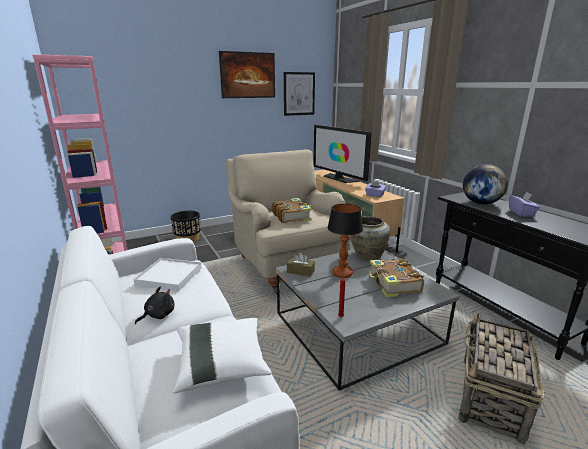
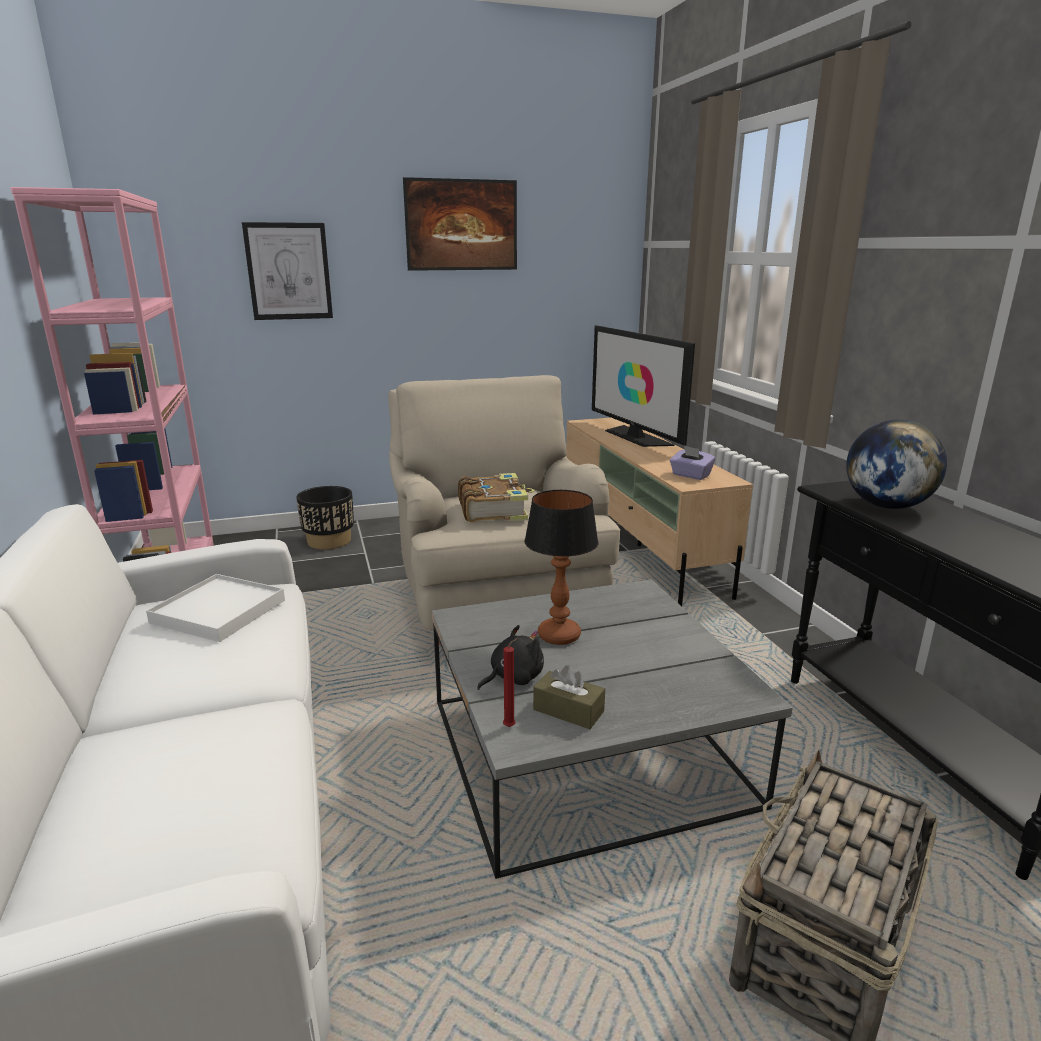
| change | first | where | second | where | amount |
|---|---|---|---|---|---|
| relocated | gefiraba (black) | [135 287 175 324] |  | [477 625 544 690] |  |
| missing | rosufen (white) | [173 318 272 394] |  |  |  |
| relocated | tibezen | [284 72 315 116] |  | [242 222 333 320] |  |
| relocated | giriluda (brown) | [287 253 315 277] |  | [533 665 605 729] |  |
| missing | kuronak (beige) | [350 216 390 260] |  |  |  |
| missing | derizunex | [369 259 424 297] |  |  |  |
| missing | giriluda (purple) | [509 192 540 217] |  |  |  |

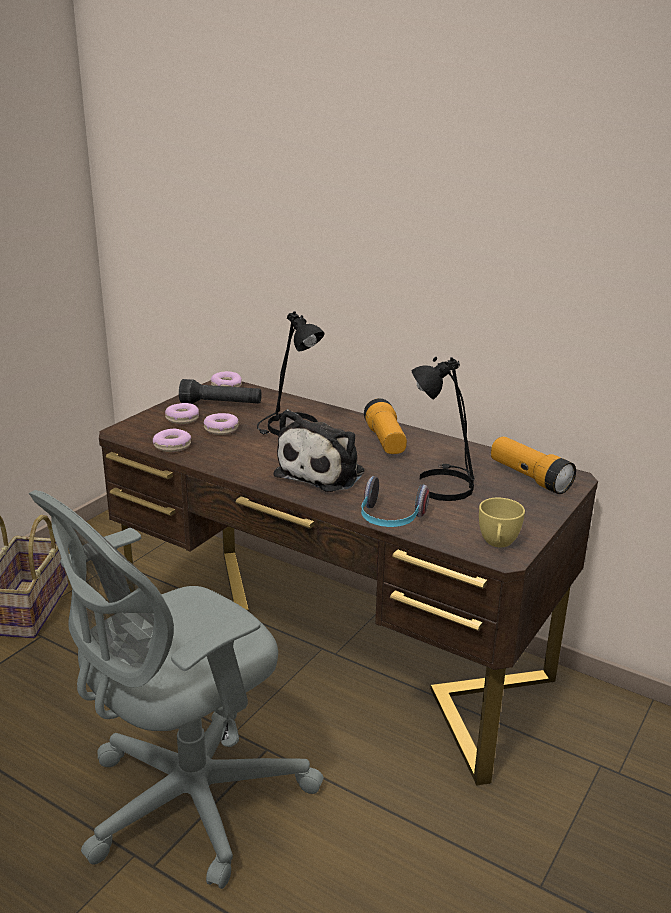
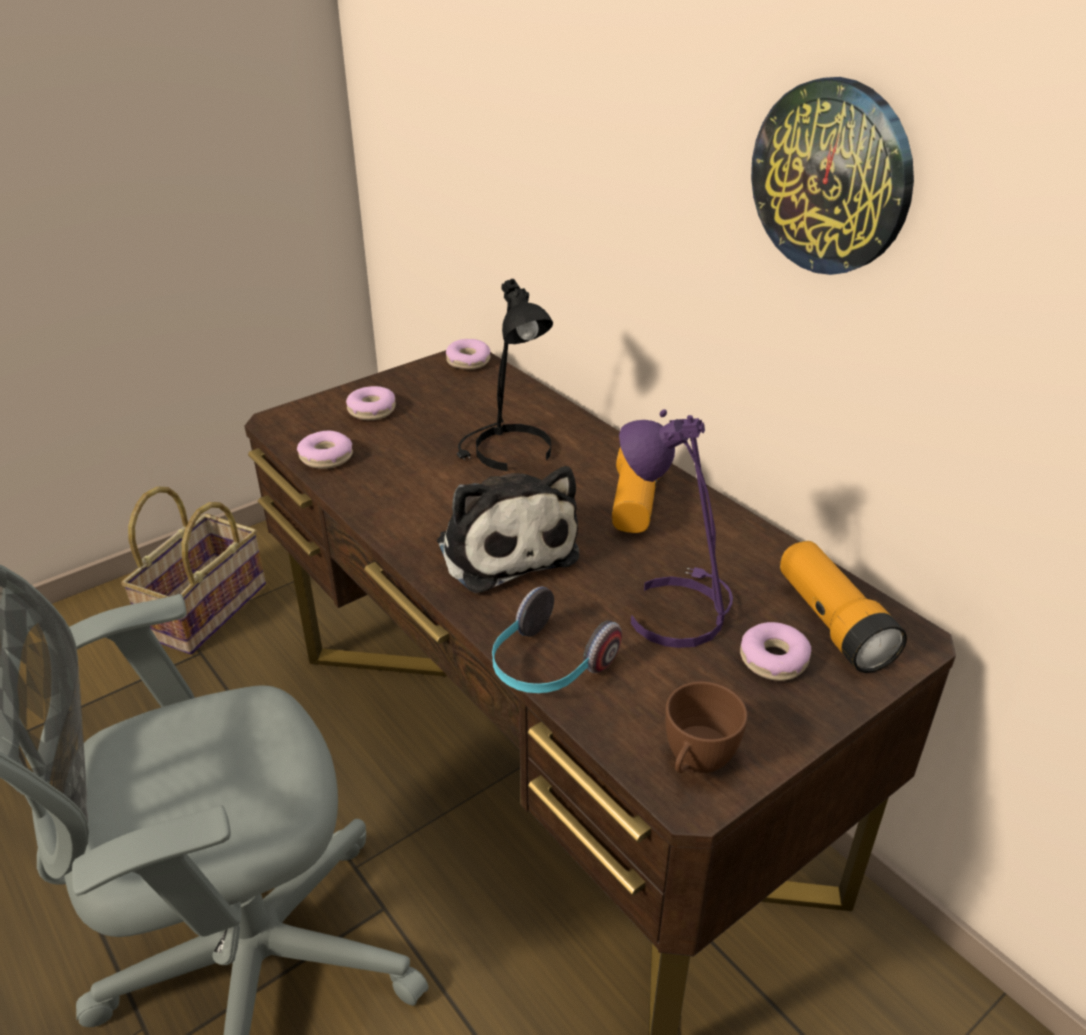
| change | first | where | second | where | amount |
|---|---|---|---|---|---|
| missing | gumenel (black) | [179 379 262 404] |  |  |  |
| relocated | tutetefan | [204 413 238 435] |  | [740 622 811 681] |  |
| spun | gefiraba | [274 409 364 492] |  | [437 466 579 593] | 75 degrees counterclockwise |
| colour | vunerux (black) | [411 357 475 501] | vunerux (purple) | [619 409 733 648] |  |
| colour | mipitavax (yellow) | [479 498 525 547] | mipitavax (brown) | [665 682 748 773] |  |
| appeared |  |  | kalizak | [751 77 914 275] |  |

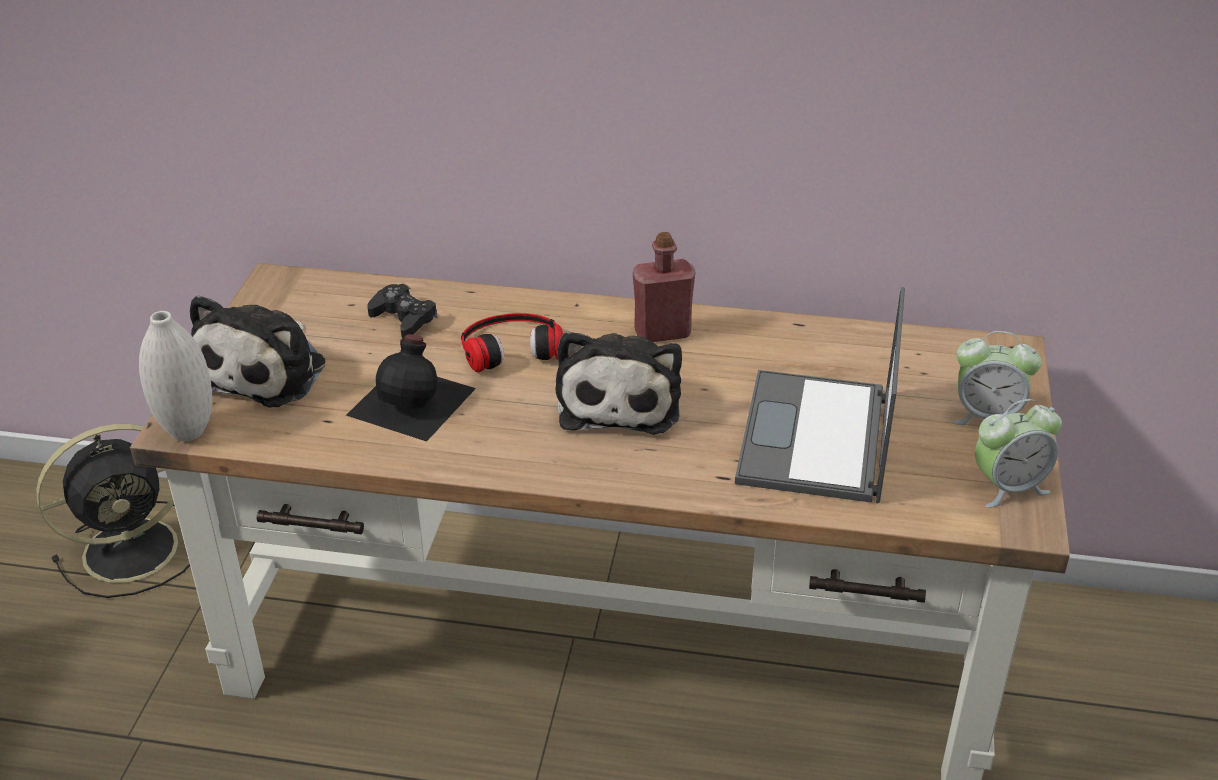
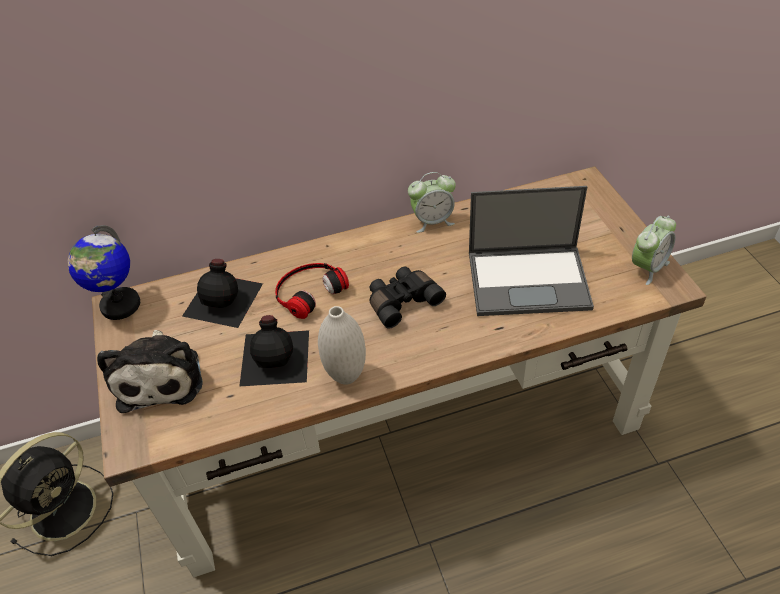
| change | first | where | second | where | amount |
|---|---|---|---|---|---|
| relocated | kuronak (white) | [139 311 212 441] |  | [318 306 366 385] |  |
| exchanged | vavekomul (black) | [367 284 438 339] | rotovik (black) | [182 259 263 328] |  |
| exchanged | gefiraba | [555 331 682 435] | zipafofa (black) | [369 267 446 328] |  |
| missing | rotovik (red) | [633 232 696 342] |  |  |  |
| spun | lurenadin | [735 287 905 504] |  | [469 186 594 316] | 75 degrees counterclockwise |
| relocated | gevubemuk | [952 331 1042 425] |  | [408 172 456 233] |  |
| appeared |  |  | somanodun | [68 225 140 320] |  |

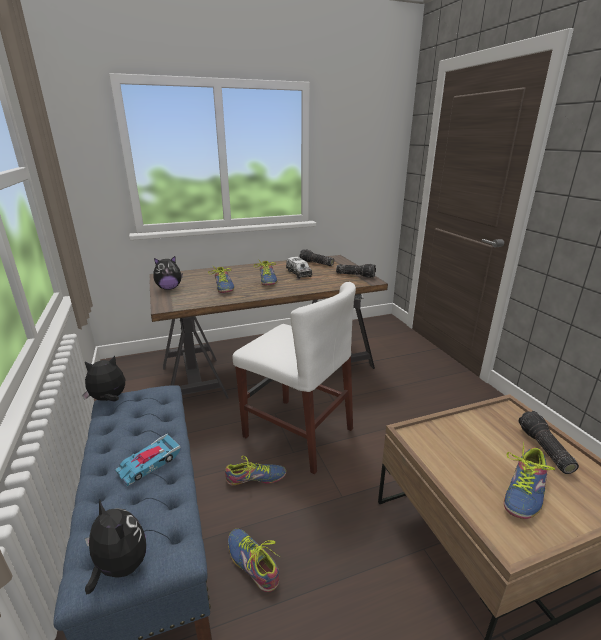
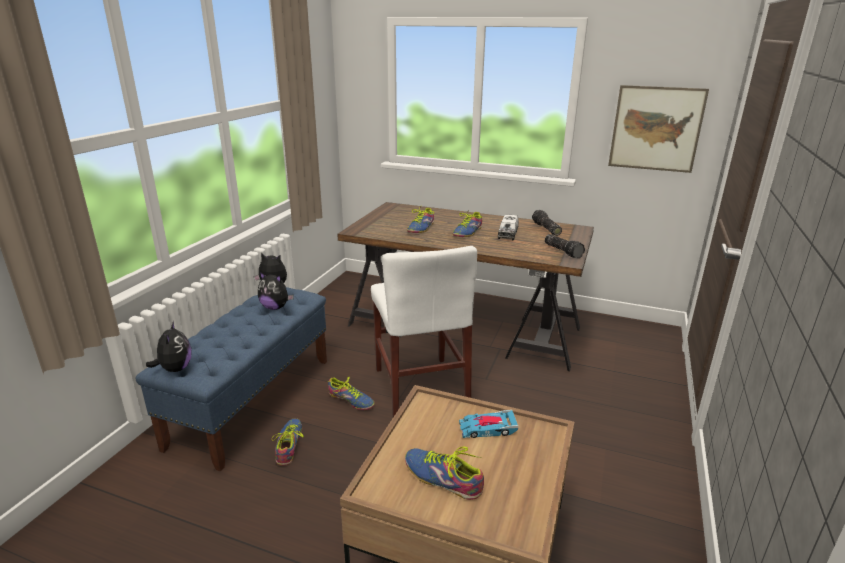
| change | first | where | second | where | amount |
|---|---|---|---|---|---|
| relocated | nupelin | [115 434 181 486] |  | [459 410 518 438] |  |
| relocated | gefiraba | [153 256 183 290] |  | [258 272 294 310] |  |
| spun | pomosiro | [504 442 555 519] |  | [405 447 484 500] | 45 degrees clockwise |
| missing | gumenel | [519 411 579 474] |  |  |  |
| appeared |  |  | tibezen | [608 85 709 173] |  |

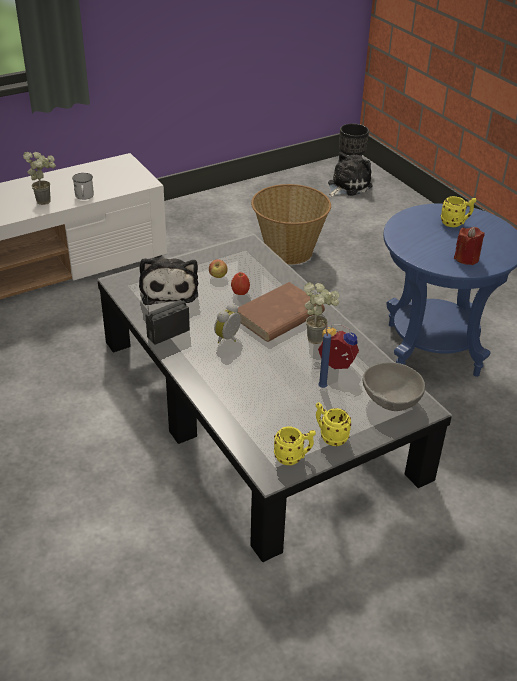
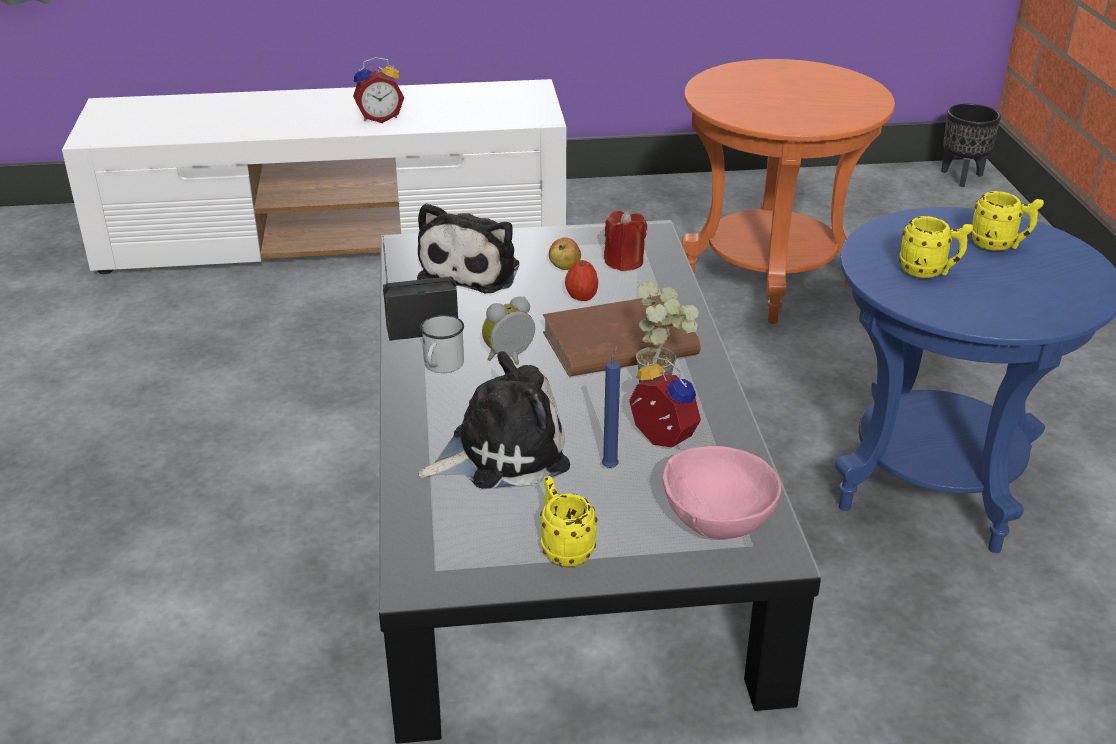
| change | first | where | second | where | amount |
|---|---|---|---|---|---|
| exchanged | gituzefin | [23 152 56 205] | gevubemuk | [353 57 404 123] |  |
| relocated | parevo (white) | [72 173 94 200] |  | [420 315 464 373] |  |
| exchanged | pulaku | [251 184 331 265] | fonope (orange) | [682 59 895 324] |  |
| relocated | parevo (yellow) | [274 427 316 465] |  | [899 216 973 278] |  |
| relocated | gefiraba | [328 152 372 197] |  | [418 351 570 489] |  |
| colour | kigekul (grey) | [363 362 425 411] | kigekul (pink) | [662 446 781 539] |  |
| relocated | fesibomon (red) | [454 227 485 265] |  | [604 210 647 271] |  |

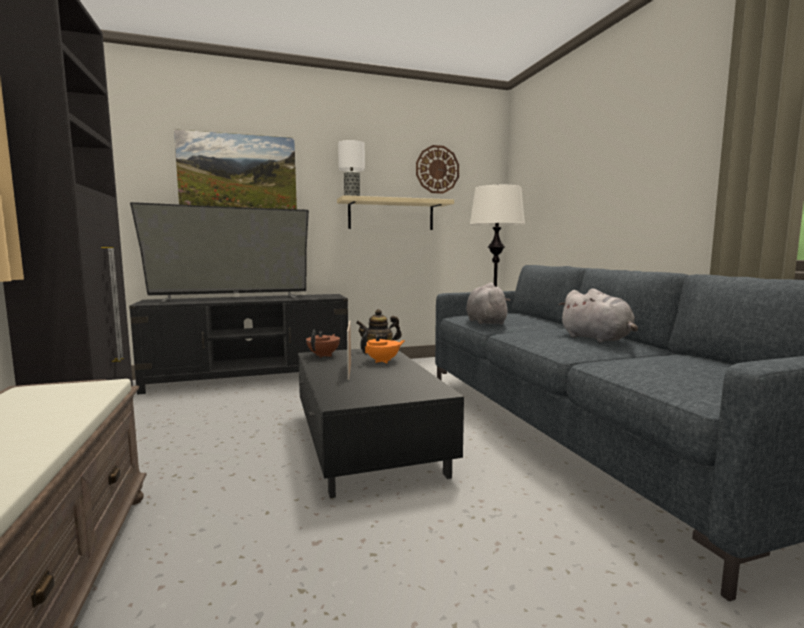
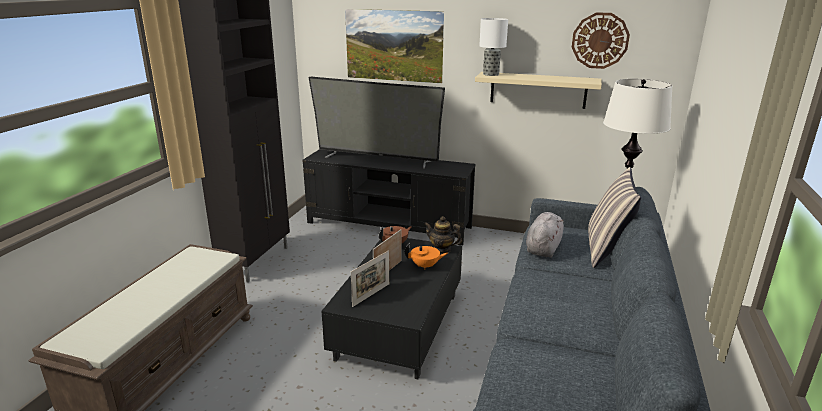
| change | first | where | second | where | amount |
|---|---|---|---|---|---|
| missing | gefiraba (grey) | [559 288 638 343] |  |  |  |
| appeared |  |  | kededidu | [351 250 389 307] |  |
| appeared |  |  | rosufen | [588 167 641 268] |  |

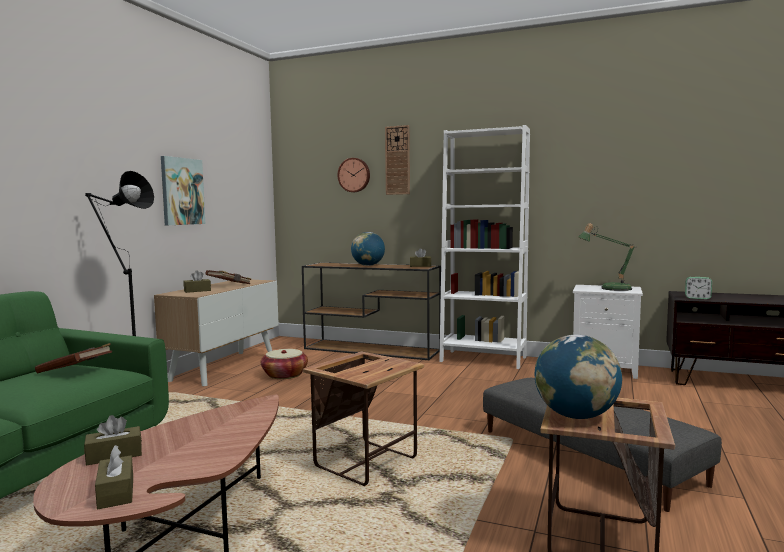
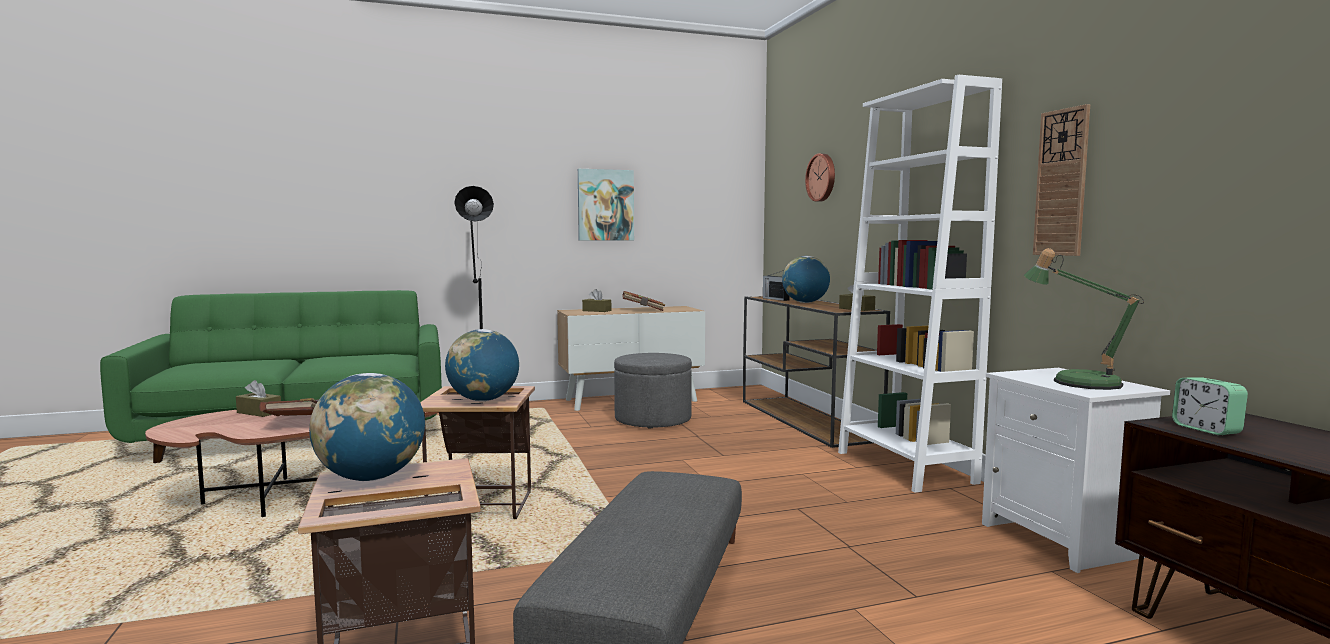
| change | first | where | second | where | amount |
|---|---|---|---|---|---|
| relocated | derizunex (brown) | [35 343 112 373] |  | [259 398 318 416] |  |
| missing | giriluda (brown) | [95 445 133 509] |  |  |  |
| exchanged | pulaku | [261 349 308 379] | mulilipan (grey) | [614 353 692 429] |  |
| relocated | kalizak | [385 125 410 195] |  | [1033 104 1090 256] |  |
| appeared |  |  | somanodun | [445 329 519 401] |  |
| appeared |  |  | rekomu | [763 270 789 301] |  |

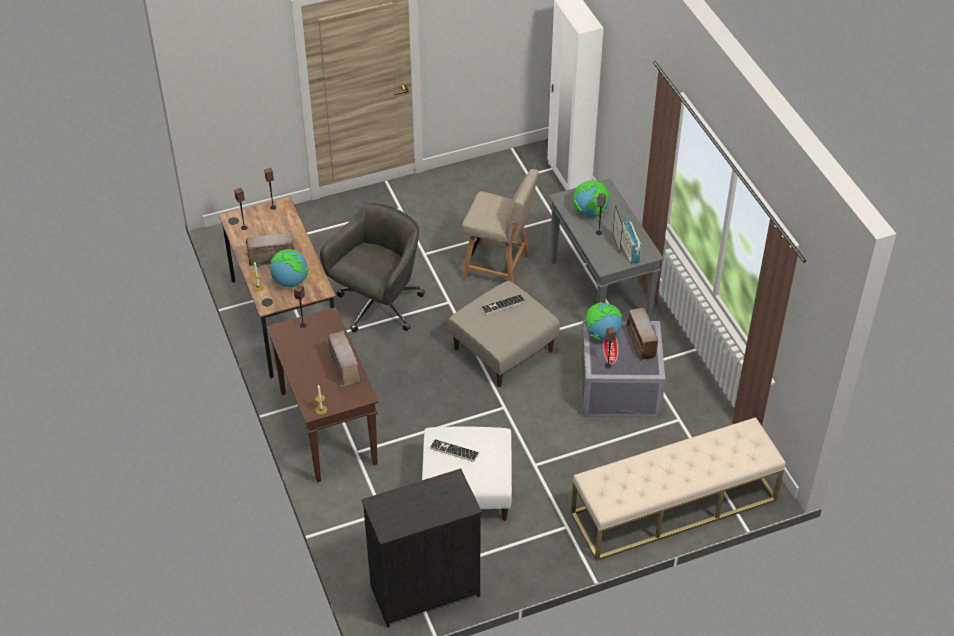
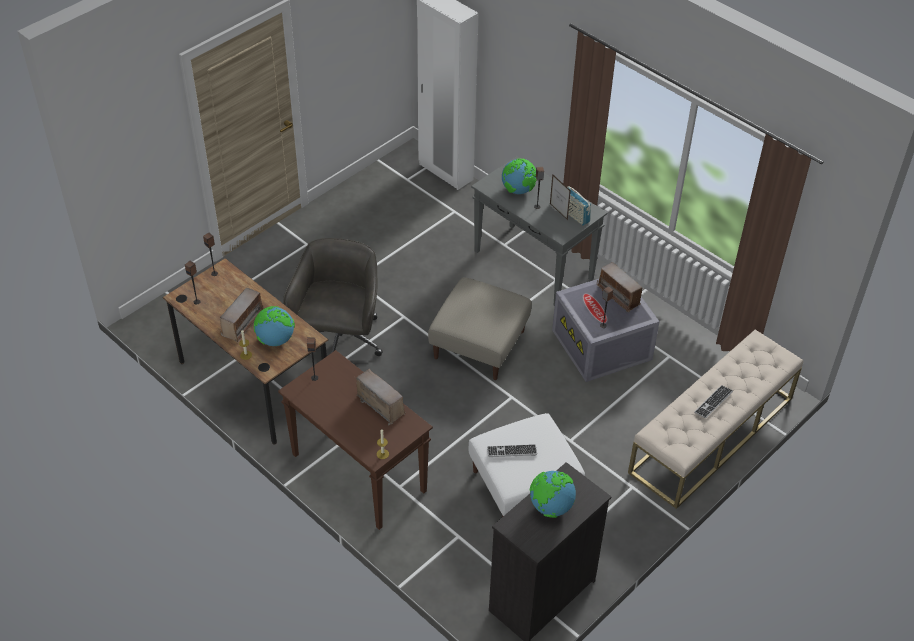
| change | first | where | second | where | amount |
|---|---|---|---|---|---|
| spun | rekomu | [246 233 296 267] |  | [220 288 264 342] | 150 degrees clockwise |
| missing | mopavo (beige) | [462 169 539 283] |  |  |  |
| relocated | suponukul | [480 294 526 315] |  | [694 385 733 419] |  |
| relocated | somanodun | [585 302 622 341] |  | [530 471 576 518] |  |

